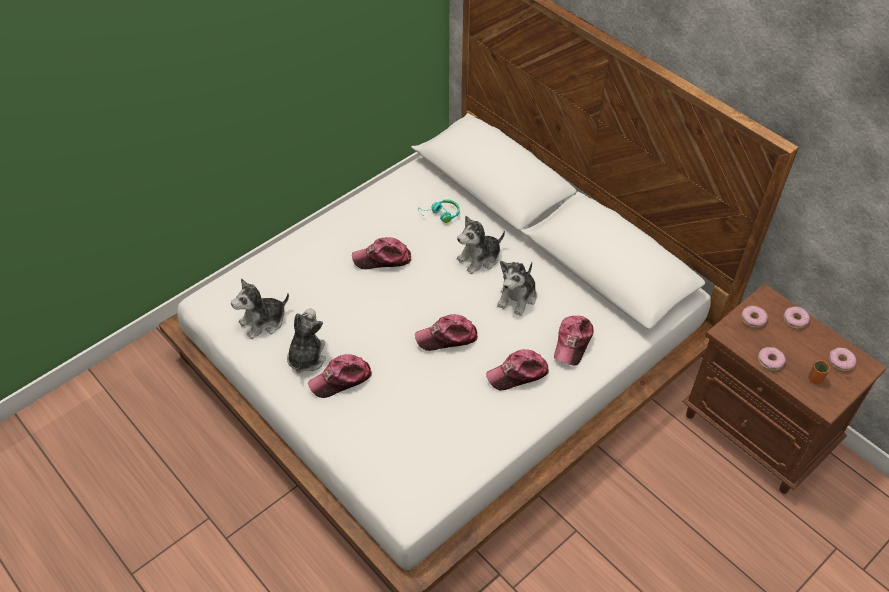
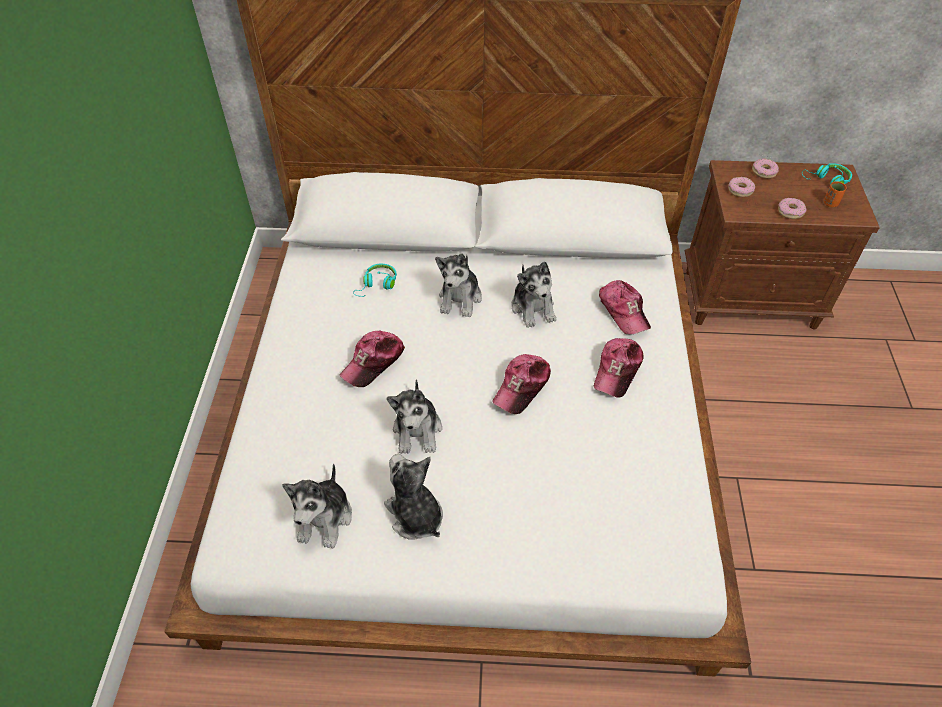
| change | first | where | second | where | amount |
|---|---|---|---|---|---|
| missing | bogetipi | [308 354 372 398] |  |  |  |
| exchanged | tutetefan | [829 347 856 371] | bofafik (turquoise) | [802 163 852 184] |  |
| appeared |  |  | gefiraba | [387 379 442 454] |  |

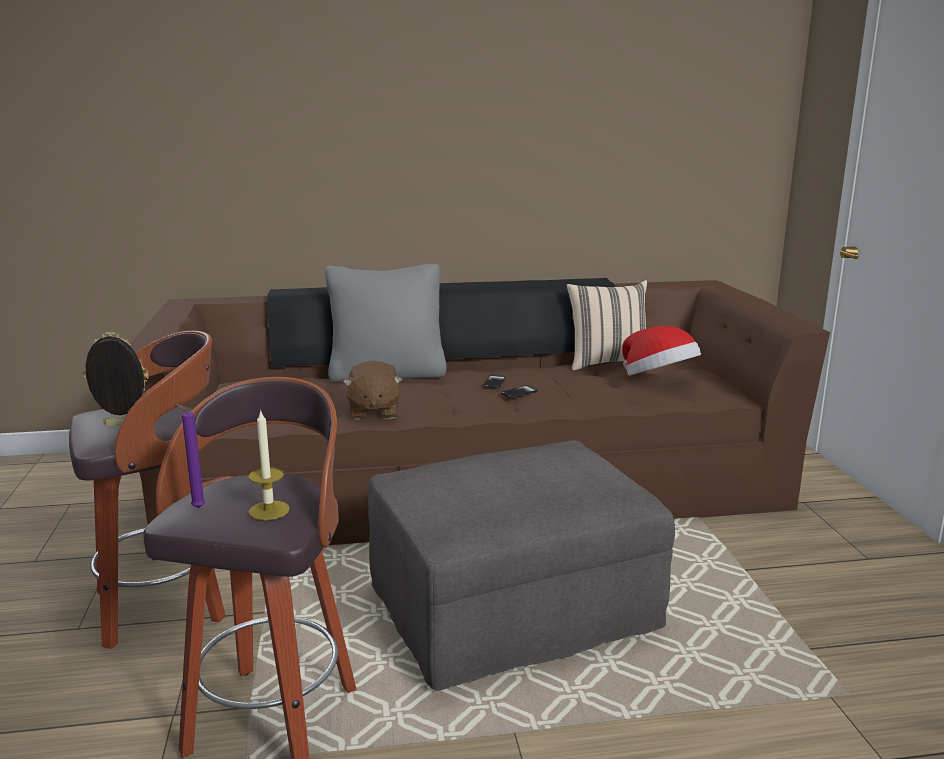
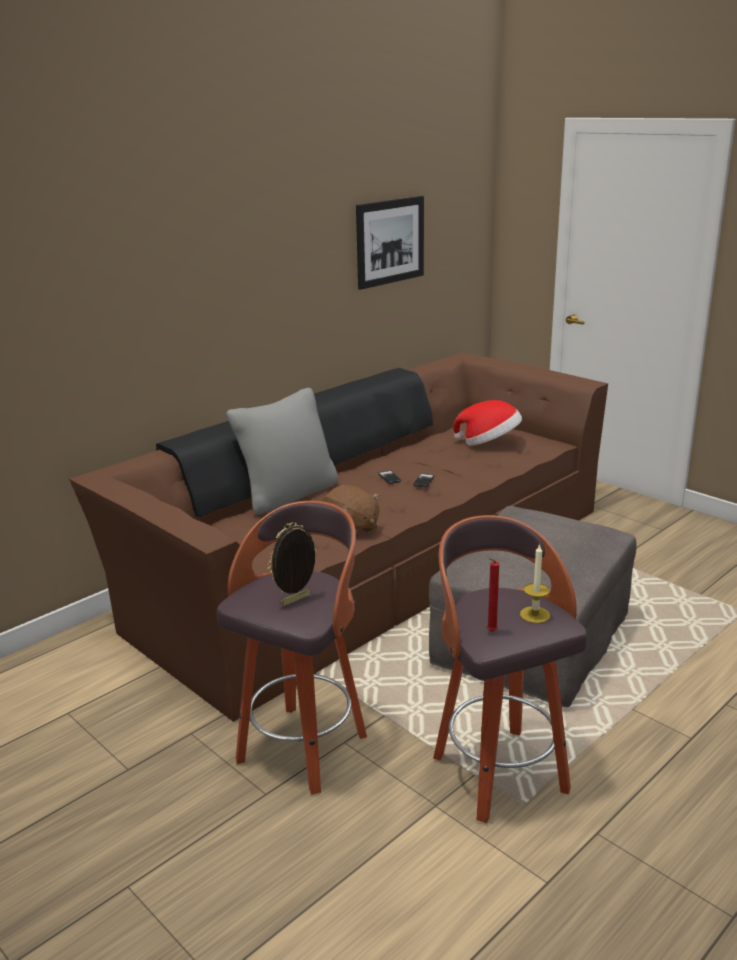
| change | first | where | second | where | amount |
|---|---|---|---|---|---|
| colour | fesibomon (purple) | [174 403 205 508] | fesibomon (red) | [487 558 499 632] |  |
| missing | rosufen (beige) | [566 280 647 371] |  |  |  |
| appeared |  |  | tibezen | [356 196 424 290] |  |

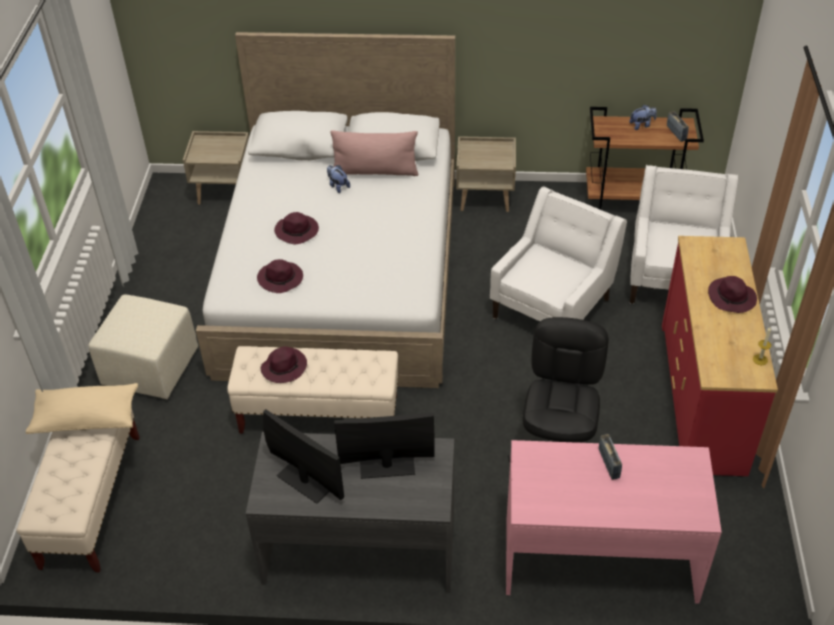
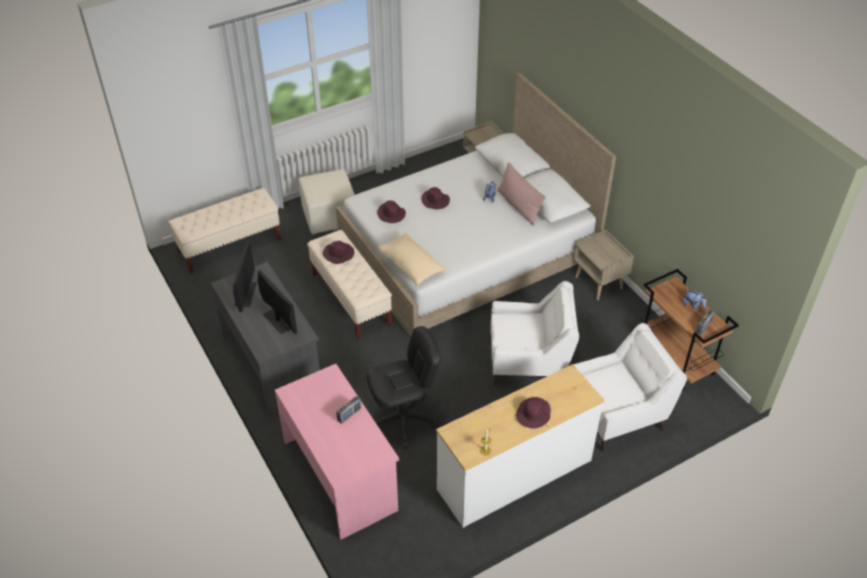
| change | first | where | second | where | amount |
|---|---|---|---|---|---|
| relocated | rosufen (beige) | [26 383 138 434] |  | [377 232 446 286] |  |
| colour | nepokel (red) | [662 236 778 477] | nepokel (white) | [436 364 605 528] |  |

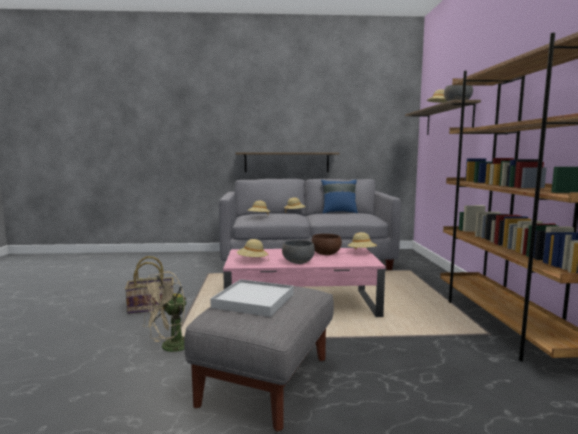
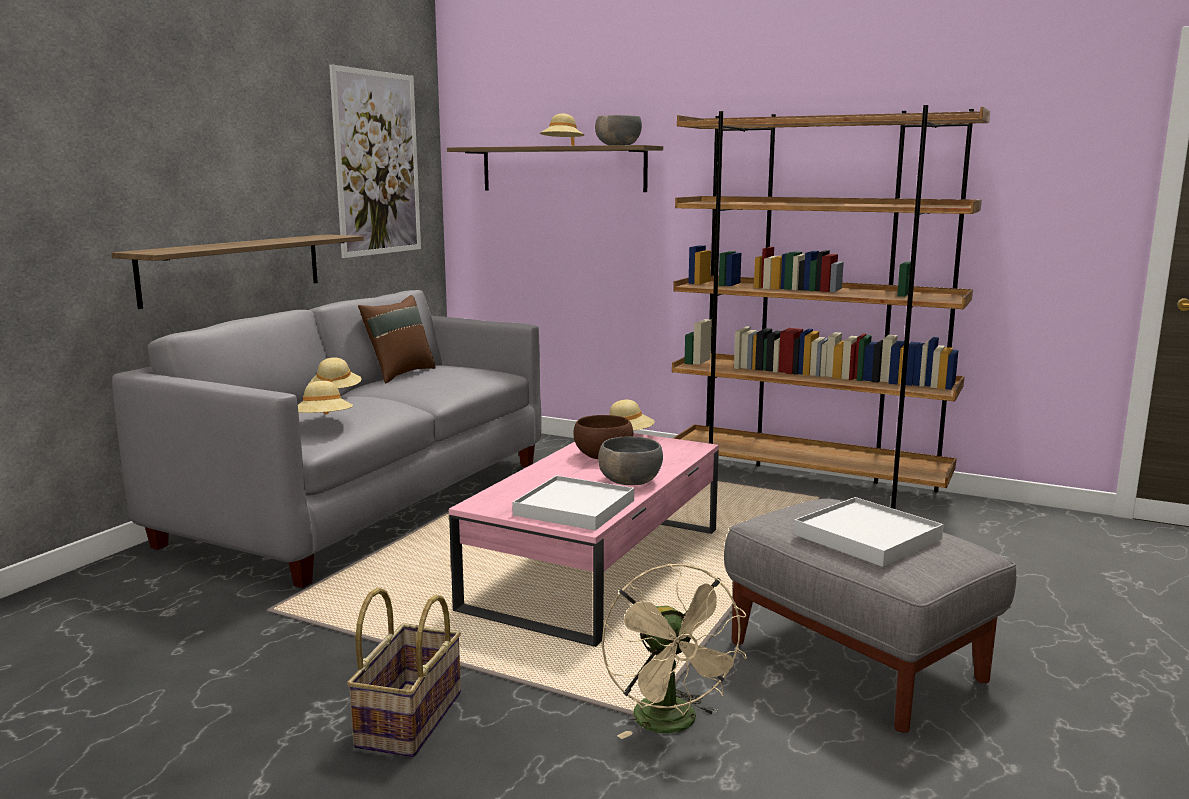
| change | first | where | second | where | amount |
|---|---|---|---|---|---|
| exchanged | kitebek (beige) | [237 239 268 257] | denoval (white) | [512 475 634 531] |  |
| colour | rosufen (blue) | [321 180 358 214] | rosufen (brown) | [358 295 436 383] |  |
| appeared |  |  | tibezen | [329 64 421 258] |  |

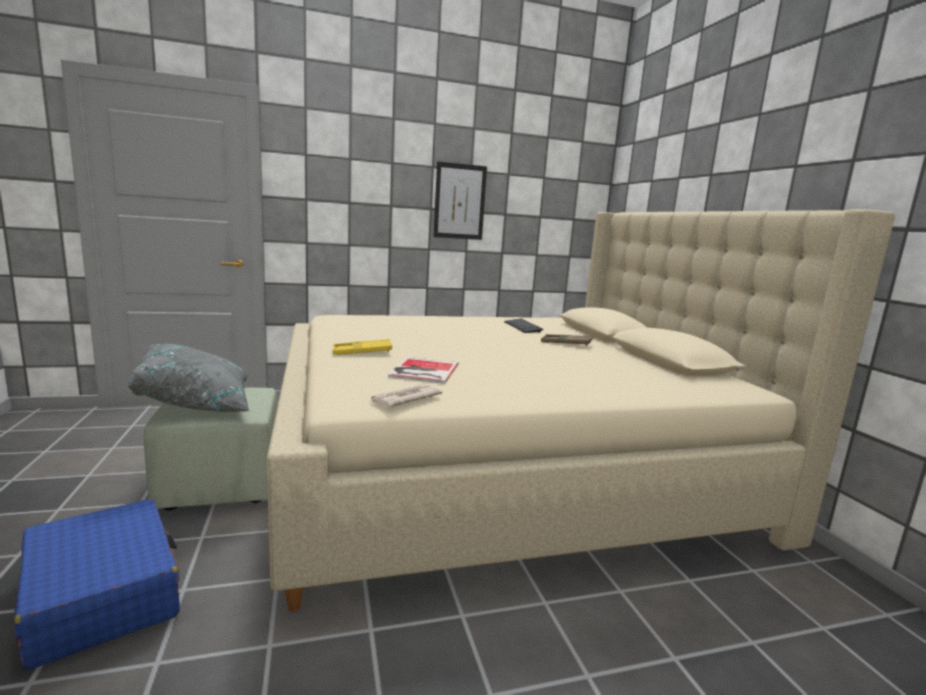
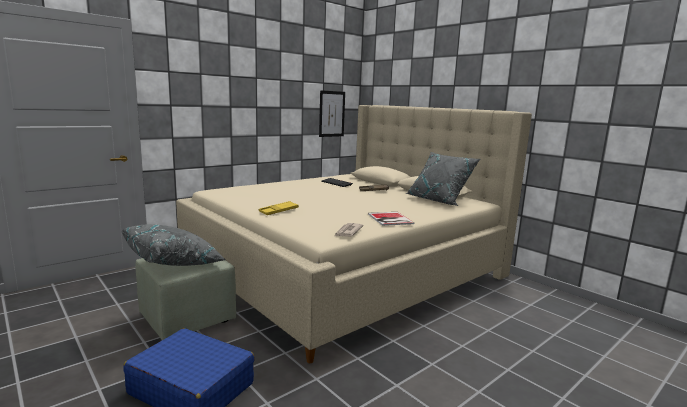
| change | first | where | second | where | amount |
|---|---|---|---|---|---|
| relocated | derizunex | [388 357 459 384] |  | [368 212 415 226] |  |
| relocated | tibezen | [433 161 487 240] |  | [319 90 345 137] |  |
| appeared |  |  | rosufen (grey) | [406 152 481 206] |  |

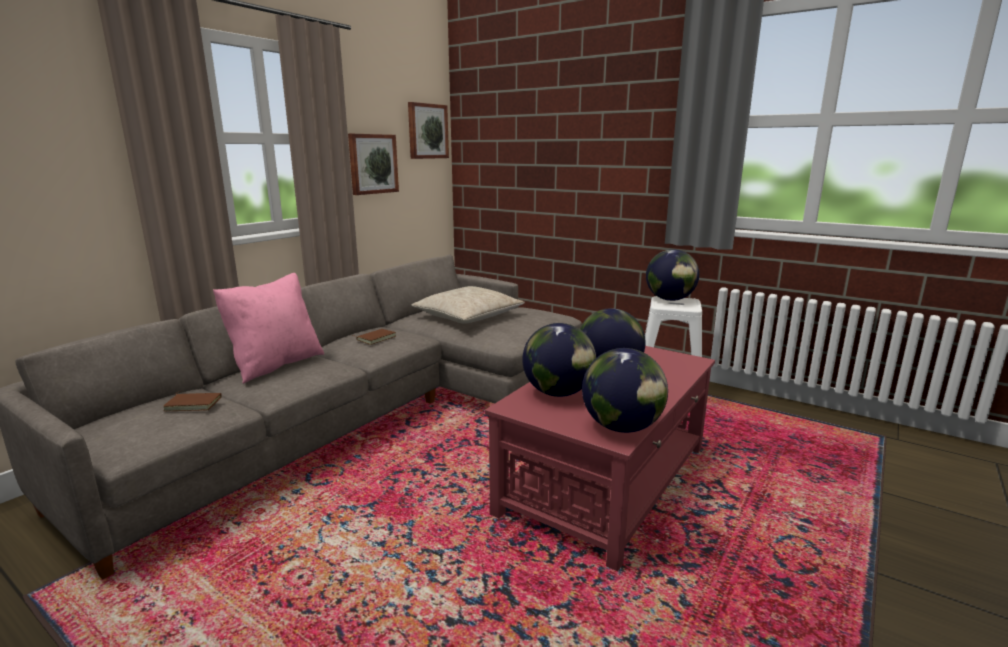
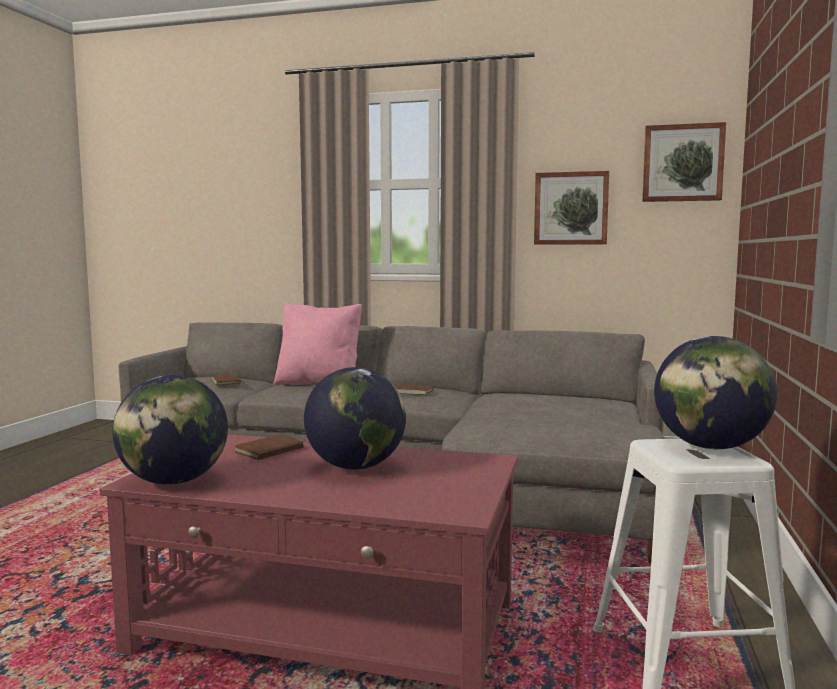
| change | first | where | second | where | amount |
|---|---|---|---|---|---|
| missing | rosufen (beige) | [411 286 525 324] |  |  |  |
| exchanged | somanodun | [522 323 596 397] | derizunex (brown) | [234 434 311 460] |  |

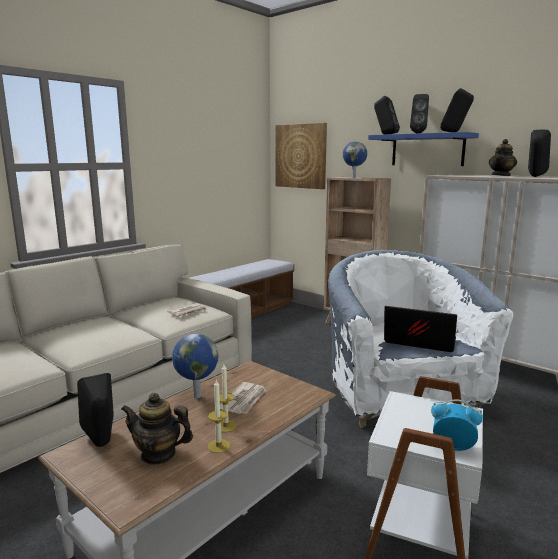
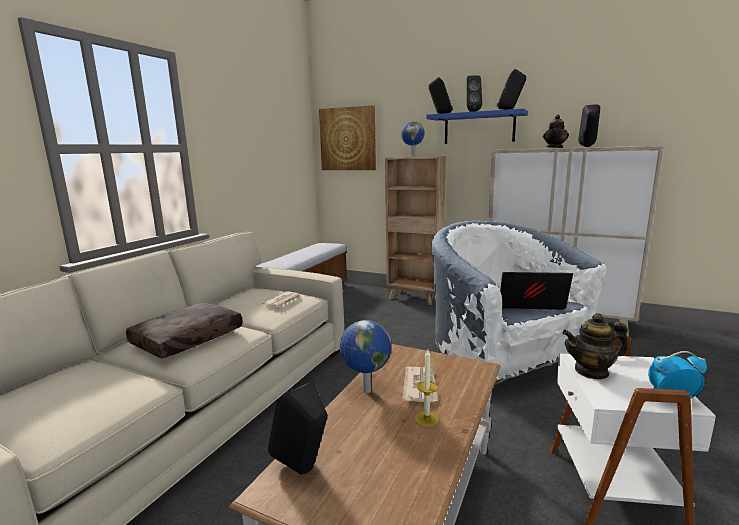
| change | first | where | second | where | amount |
|---|---|---|---|---|---|
| relocated | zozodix | [121 393 193 465] |  | [563 313 628 379] |  |
| missing | fesibomon | [207 379 230 453] |  |  |  |
| appeared |  |  | rosufen (brown) | [126 303 243 358] |  |

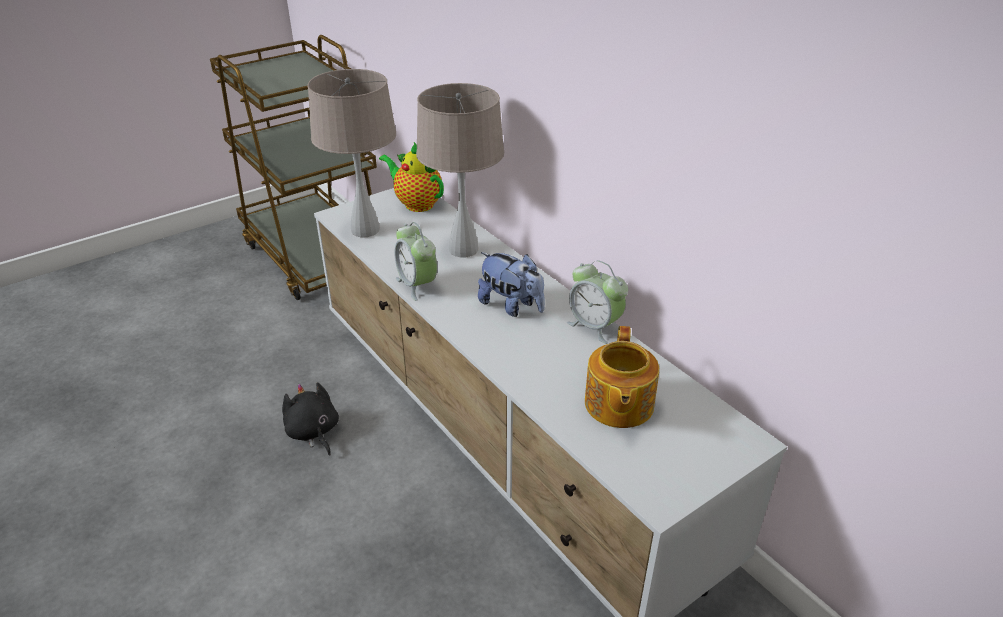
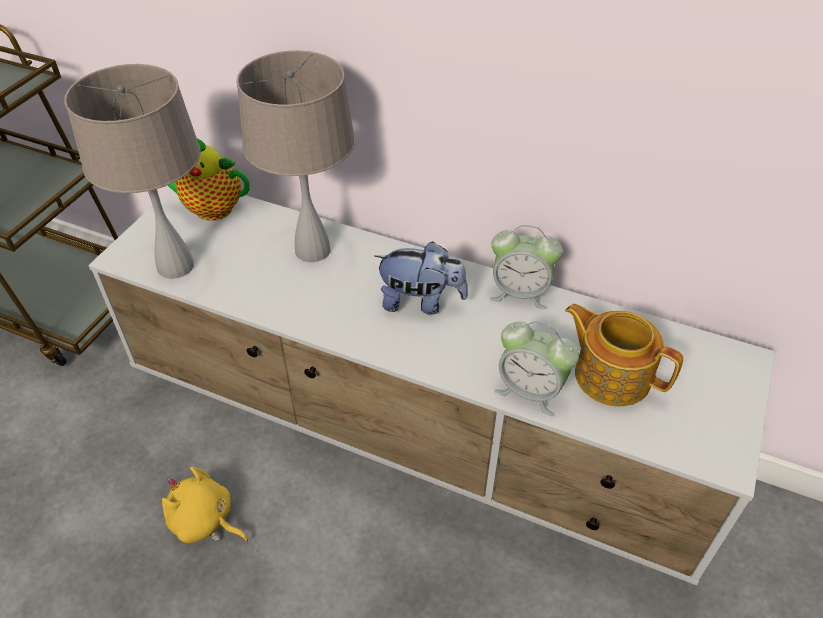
| change | first | where | second | where | amount |
|---|---|---|---|---|---|
| colour | gefiraba (black) | [282 382 339 456] | gefiraba (yellow) | [162 467 248 543] |  |
| relocated | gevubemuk | [394 222 437 301] |  | [494 321 579 416] |  |
| spun | zozodix | [585 326 659 428] |  | [565 303 683 406] | 150 degrees clockwise |

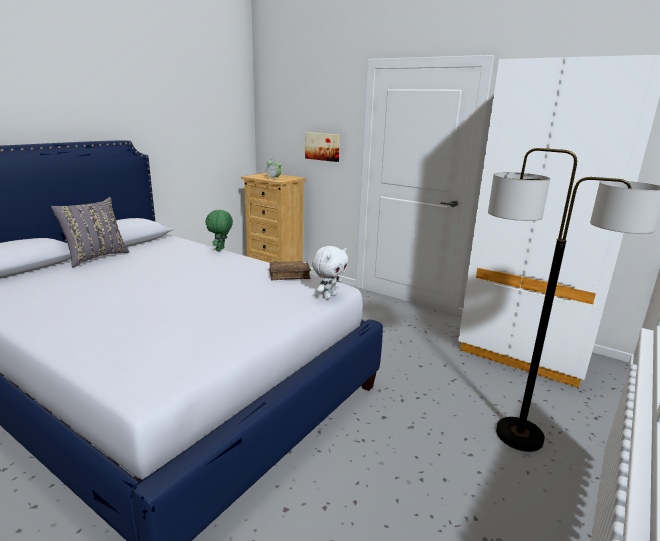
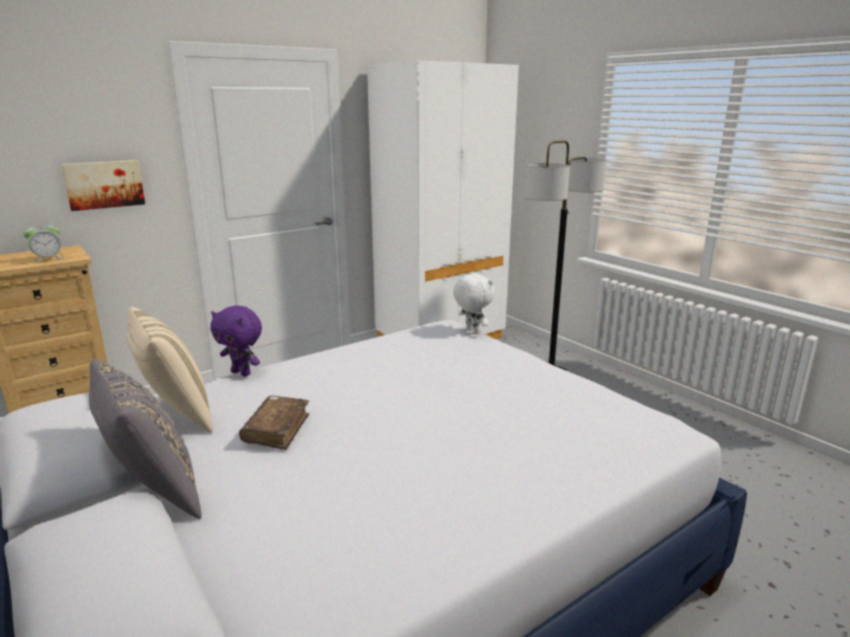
| change | first | where | second | where | amount |
|---|---|---|---|---|---|
| colour | gefiraba (green) | [205 210 233 251] | gefiraba (purple) | [210 306 262 376] |  |
| relocated | derizunex (brown) | [269 261 311 280] |  | [239 396 309 450] |  |
| appeared |  |  | rosufen (beige) | [127 307 213 433] |  |

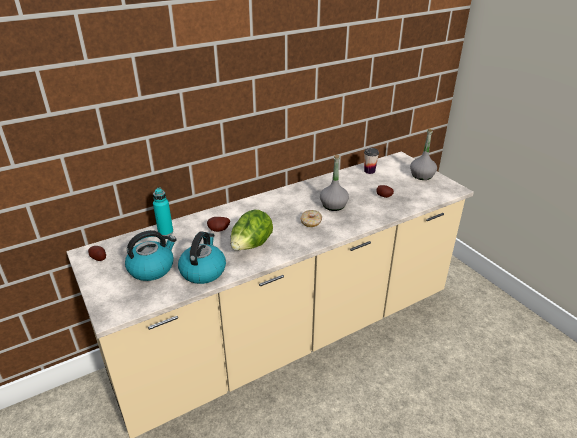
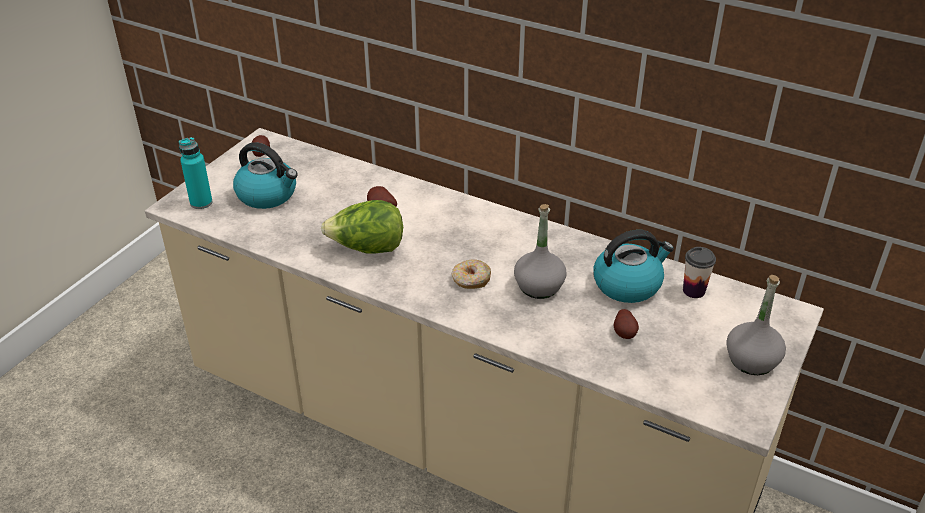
| change | first | where | second | where | amount |
|---|---|---|---|---|---|
| relocated | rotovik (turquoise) | [153 188 173 236] |  | [179 137 213 209] |  |
| relocated | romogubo | [178 231 226 284] |  | [593 230 674 303] |  |

